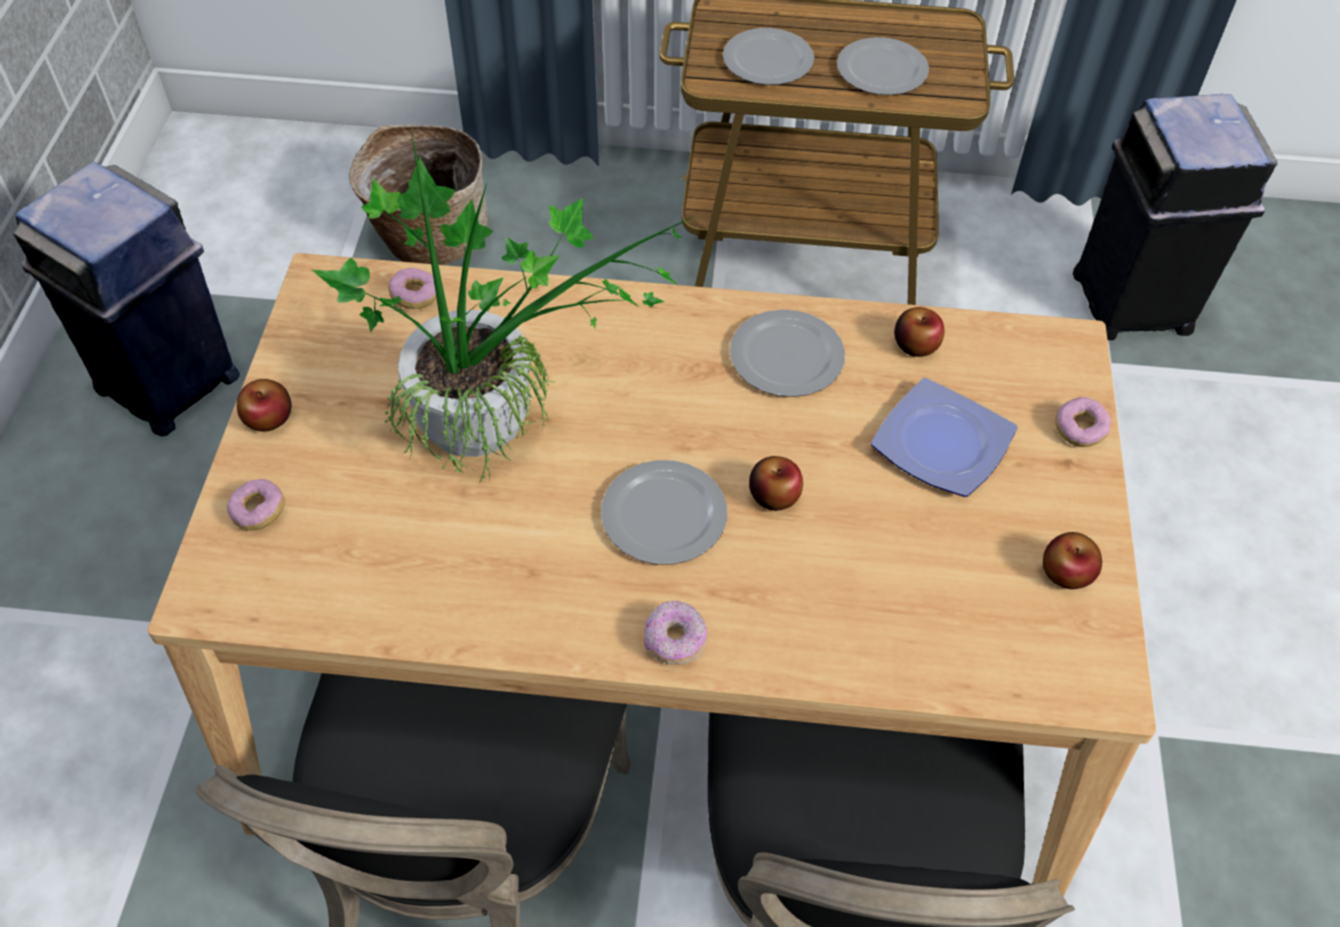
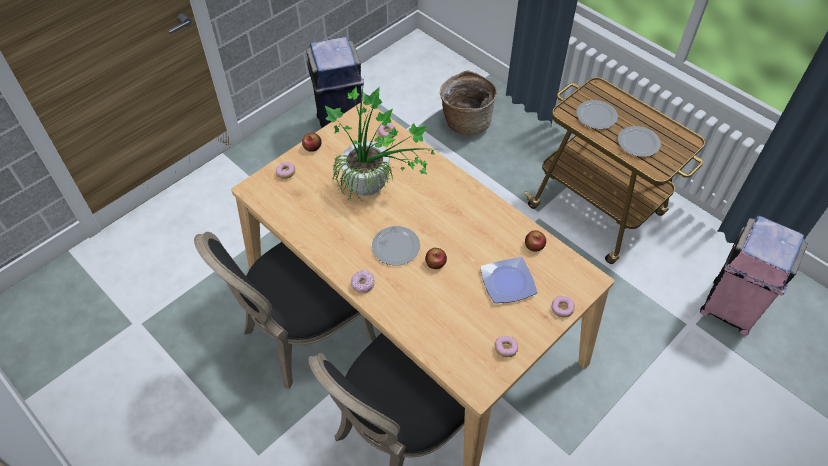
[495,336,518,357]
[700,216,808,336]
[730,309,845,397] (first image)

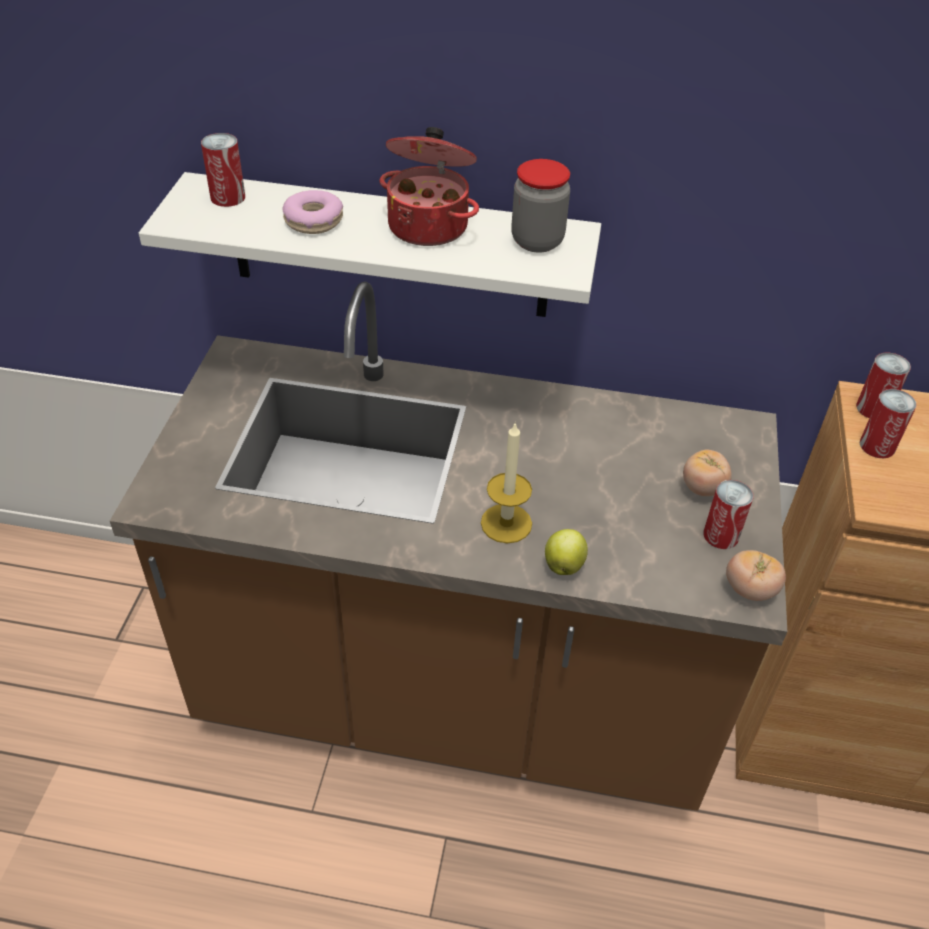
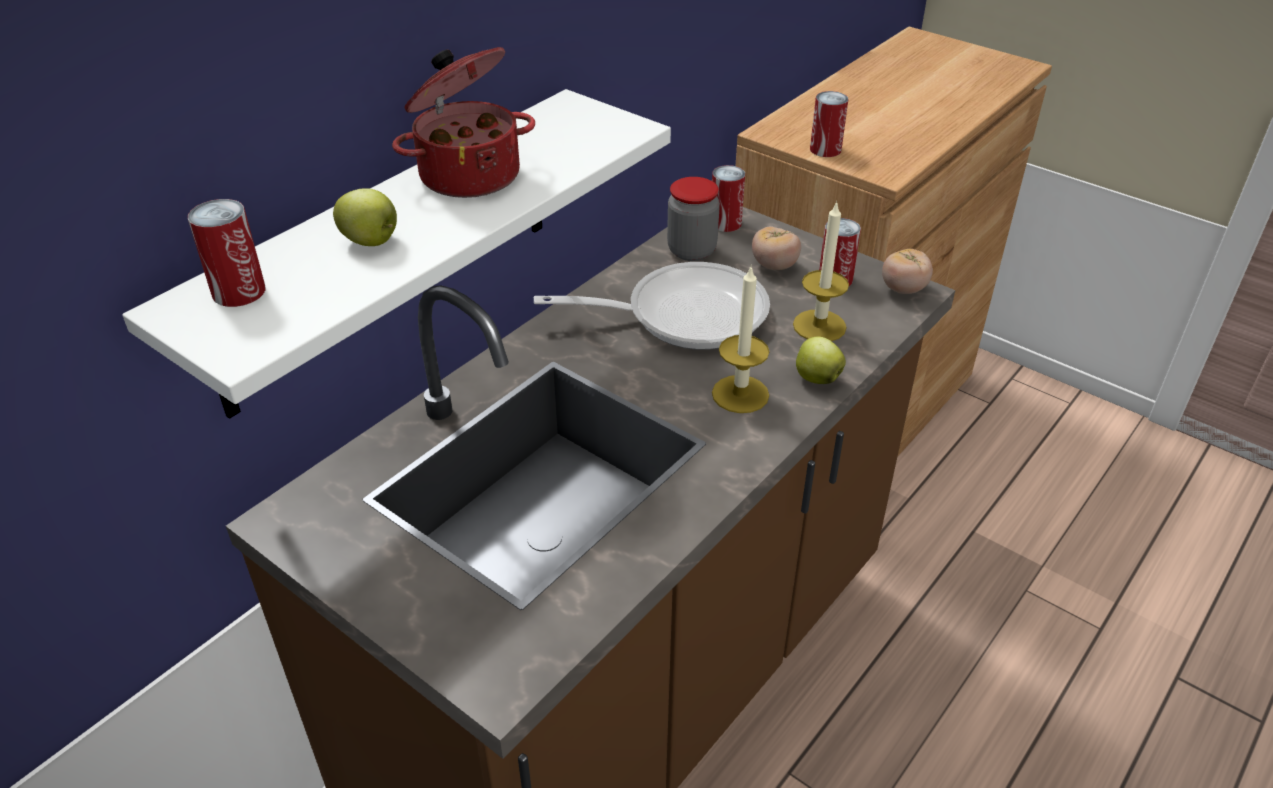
[333,188,397,246]
[534,262,770,350]
[667,177,720,261]
[712,165,745,232]
[793,201,849,341]

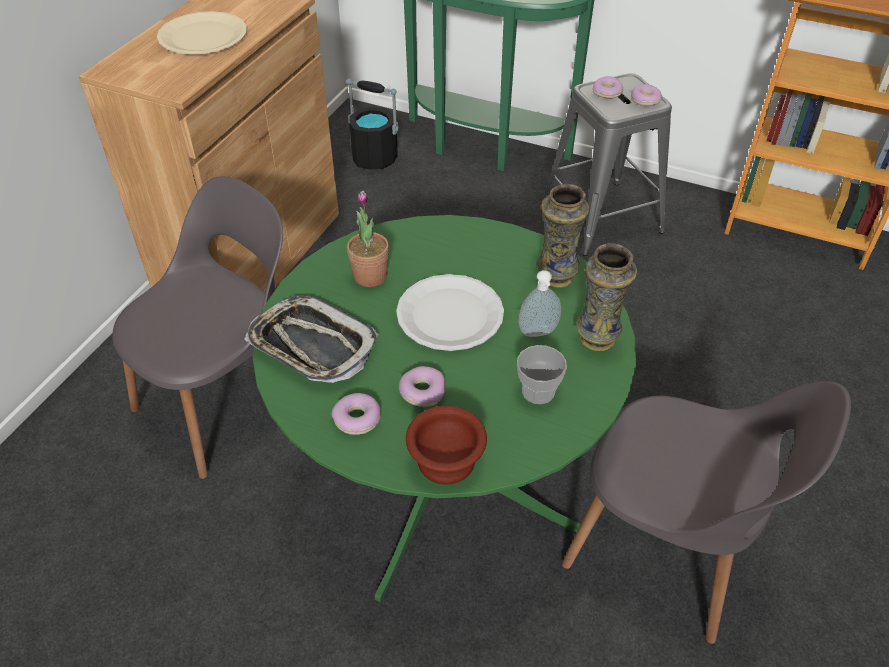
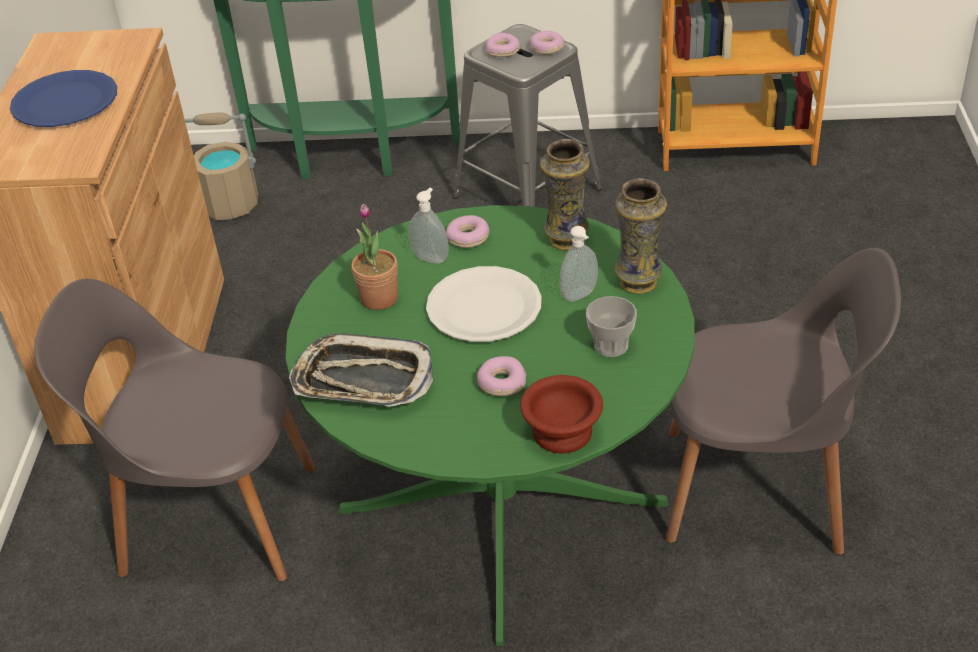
[10,70,117,127]
[34,279,315,581]
[185,113,258,220]
[409,187,449,264]
[446,215,490,248]

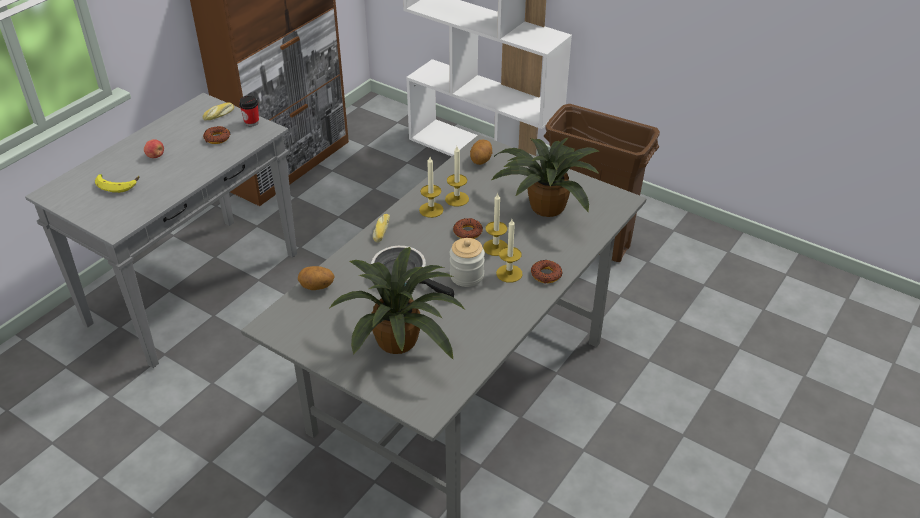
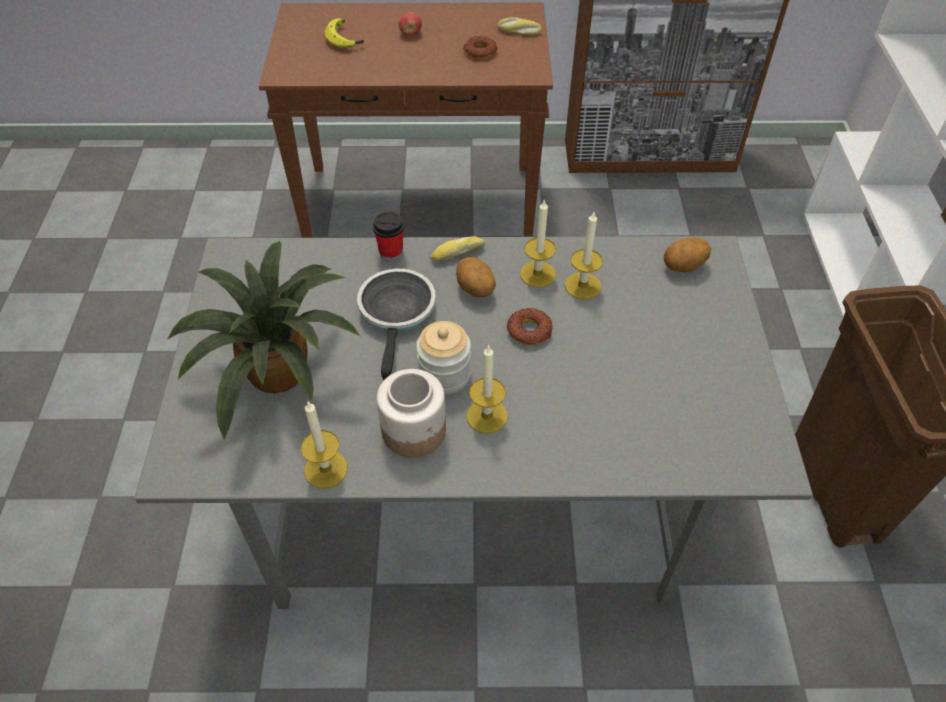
[259,2,553,238]
[301,402,348,488]
[373,211,404,261]
[377,369,446,458]
[456,257,496,297]
[492,137,599,217] (first image)
[531,260,562,284] (first image)

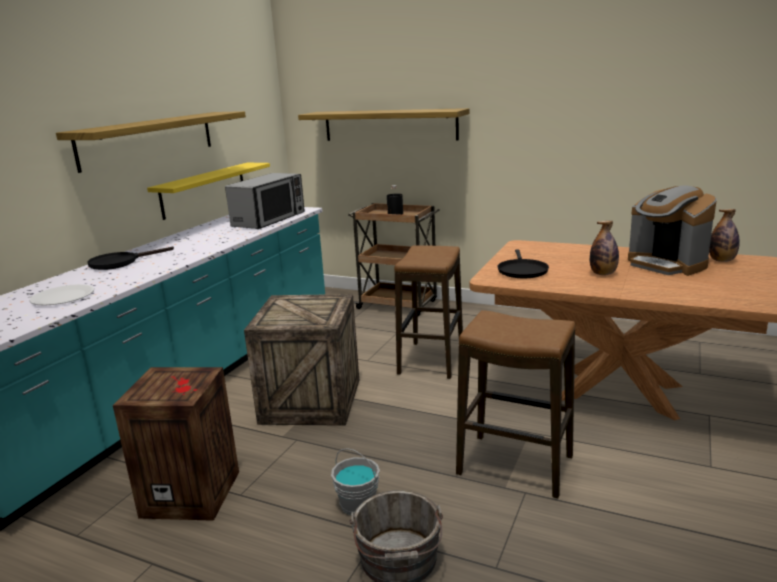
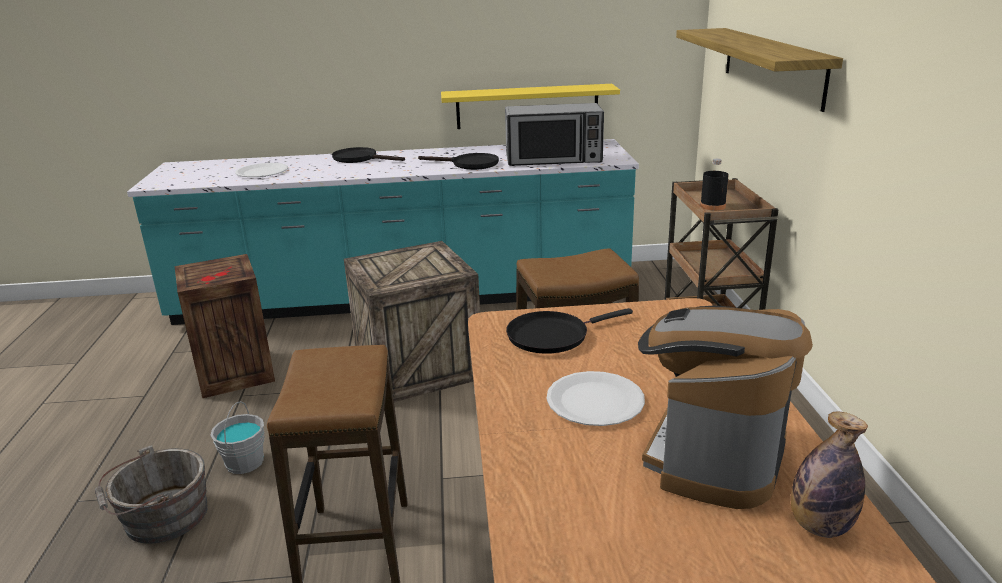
[418,153,499,170]
[547,371,645,426]
[56,111,246,173] (first image)

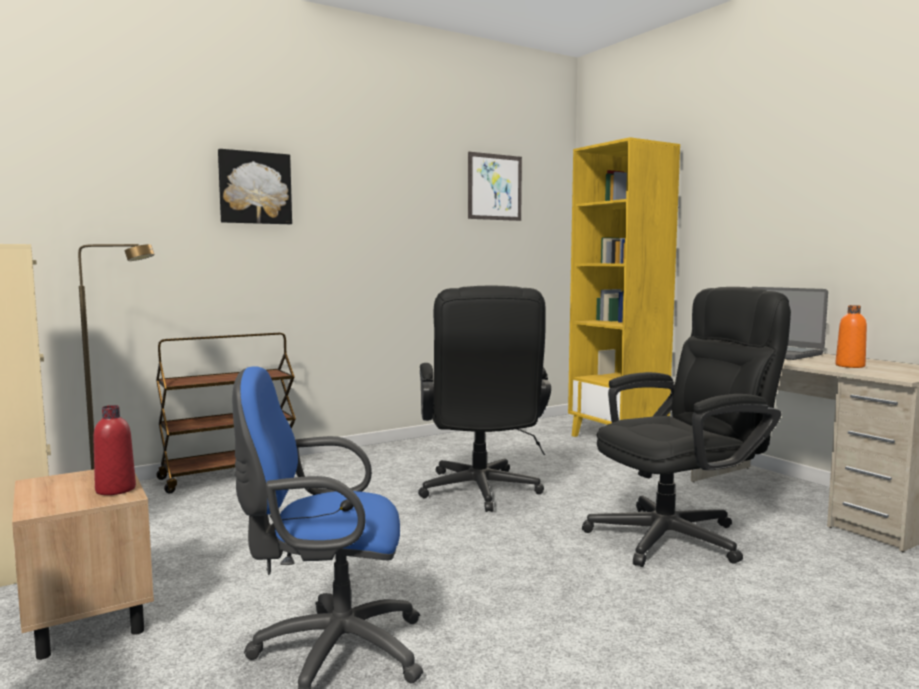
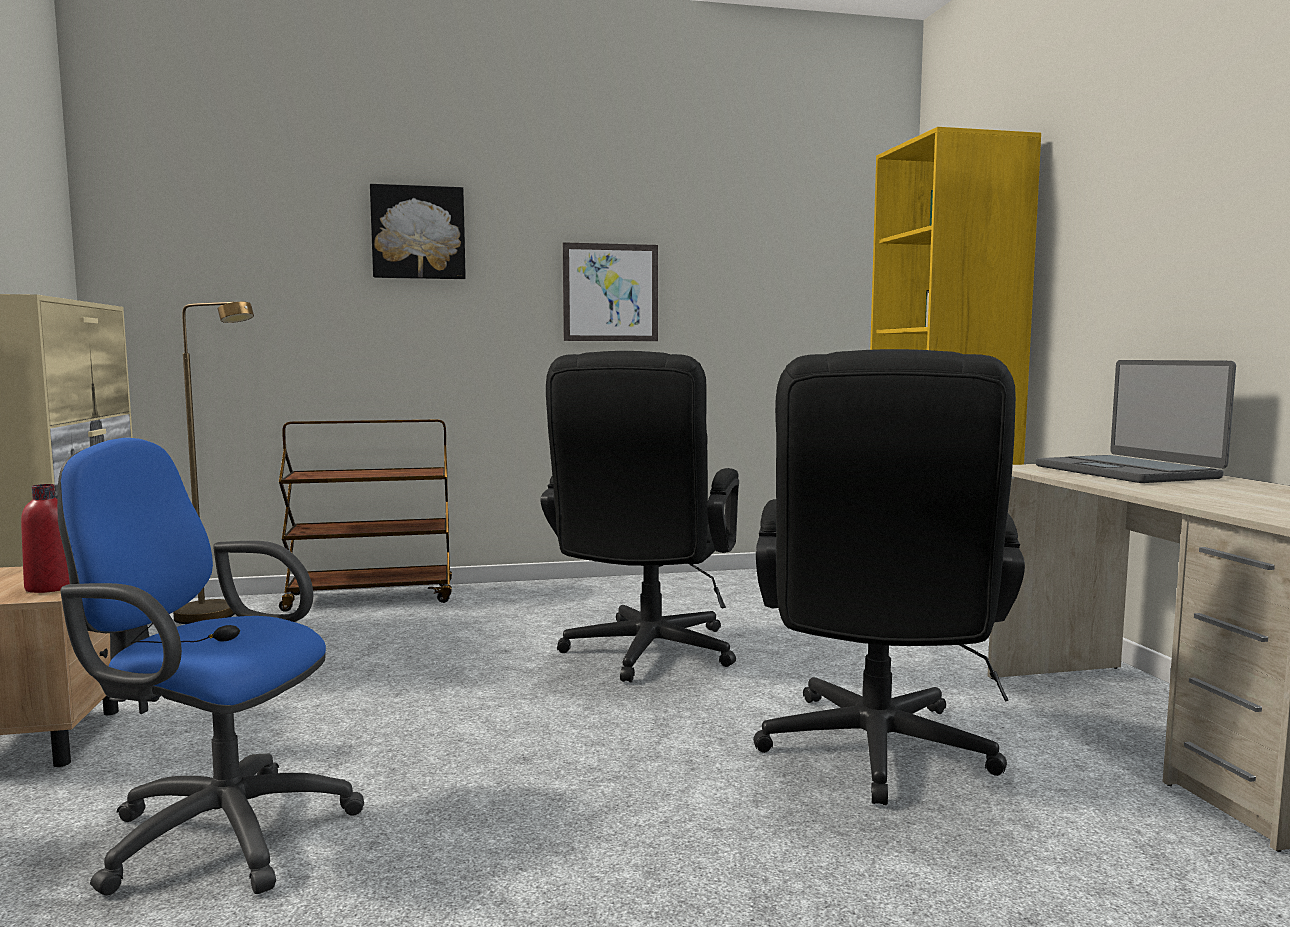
[563,242,658,341]
[753,349,1025,805]
[835,305,867,368] (first image)

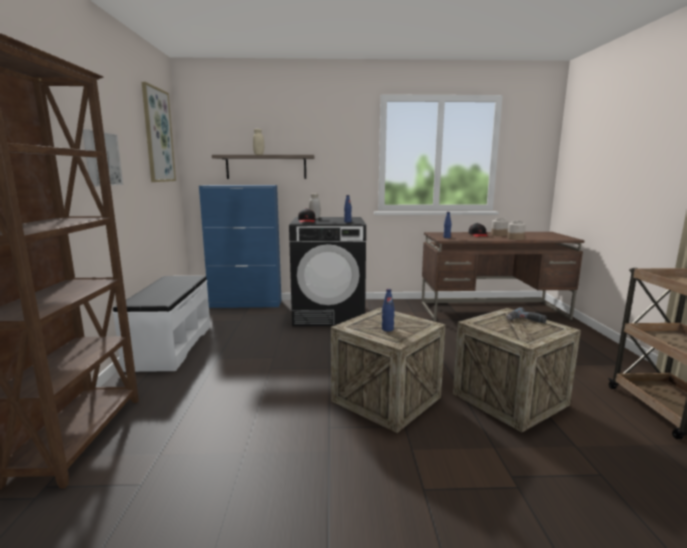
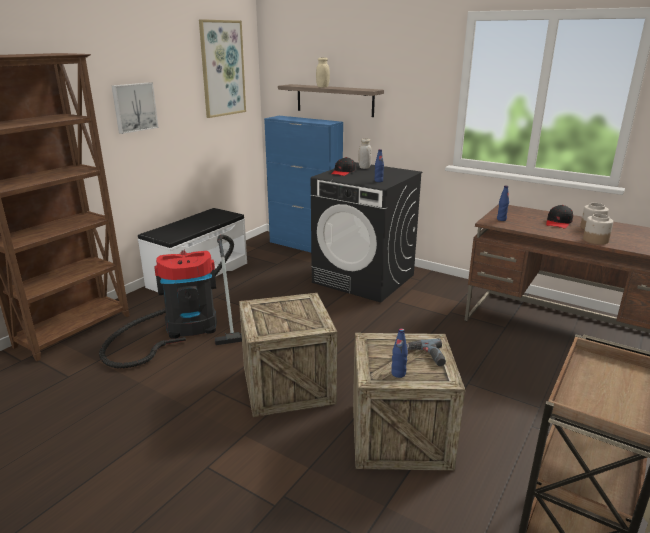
[99,235,242,368]
[391,328,408,378]

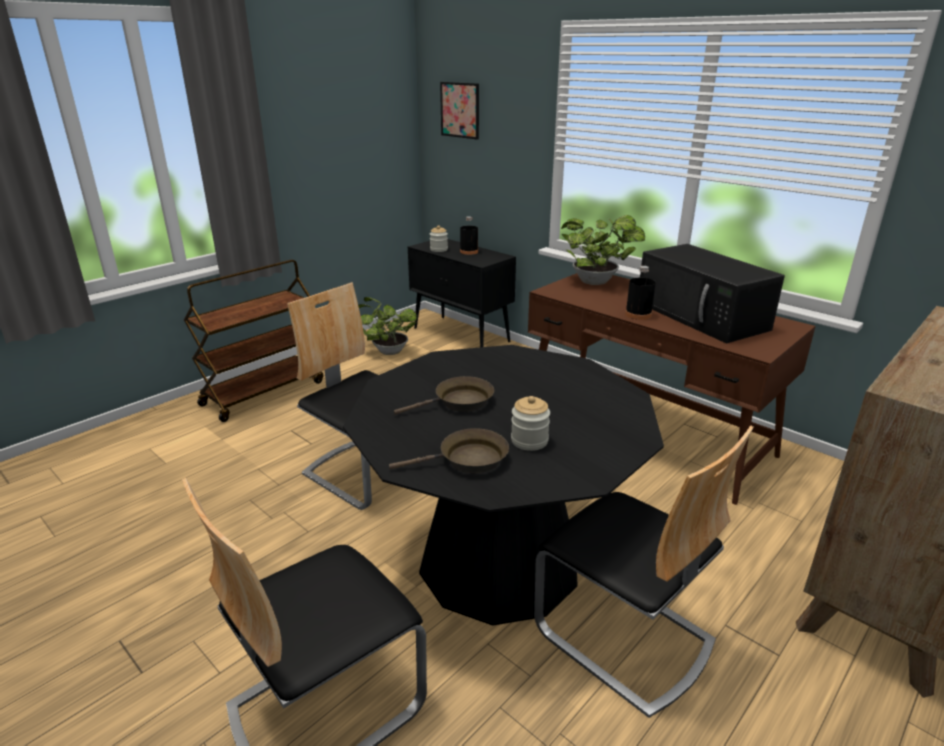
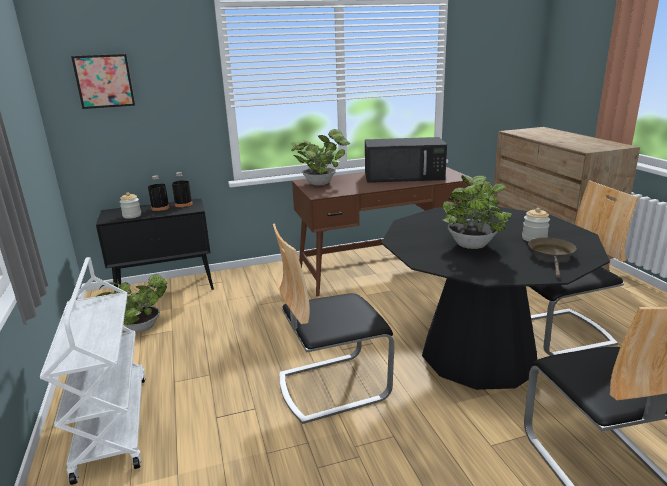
[40,257,145,485]
[172,172,192,207]
[442,175,512,249]

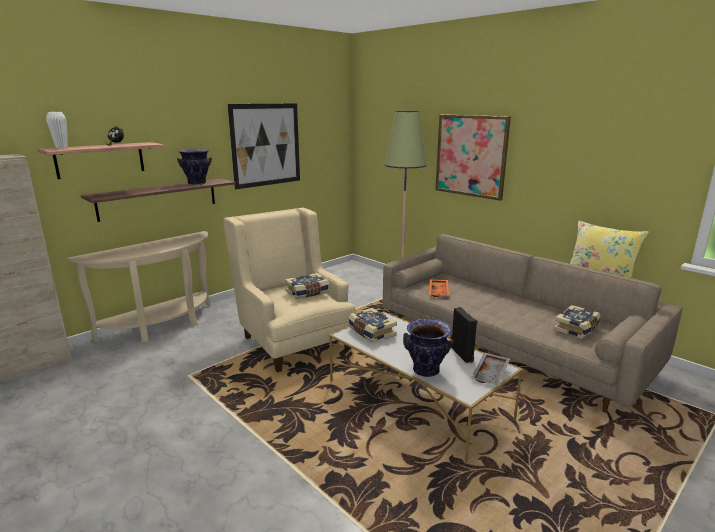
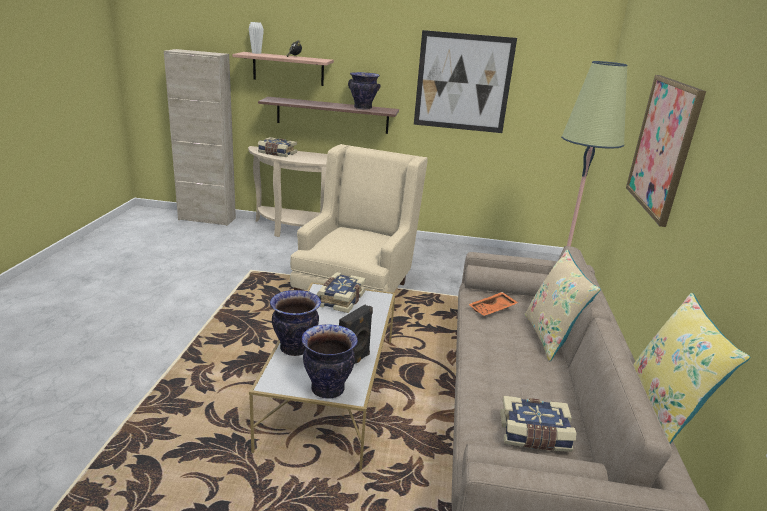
[258,137,297,157]
[302,324,358,399]
[525,250,601,361]

